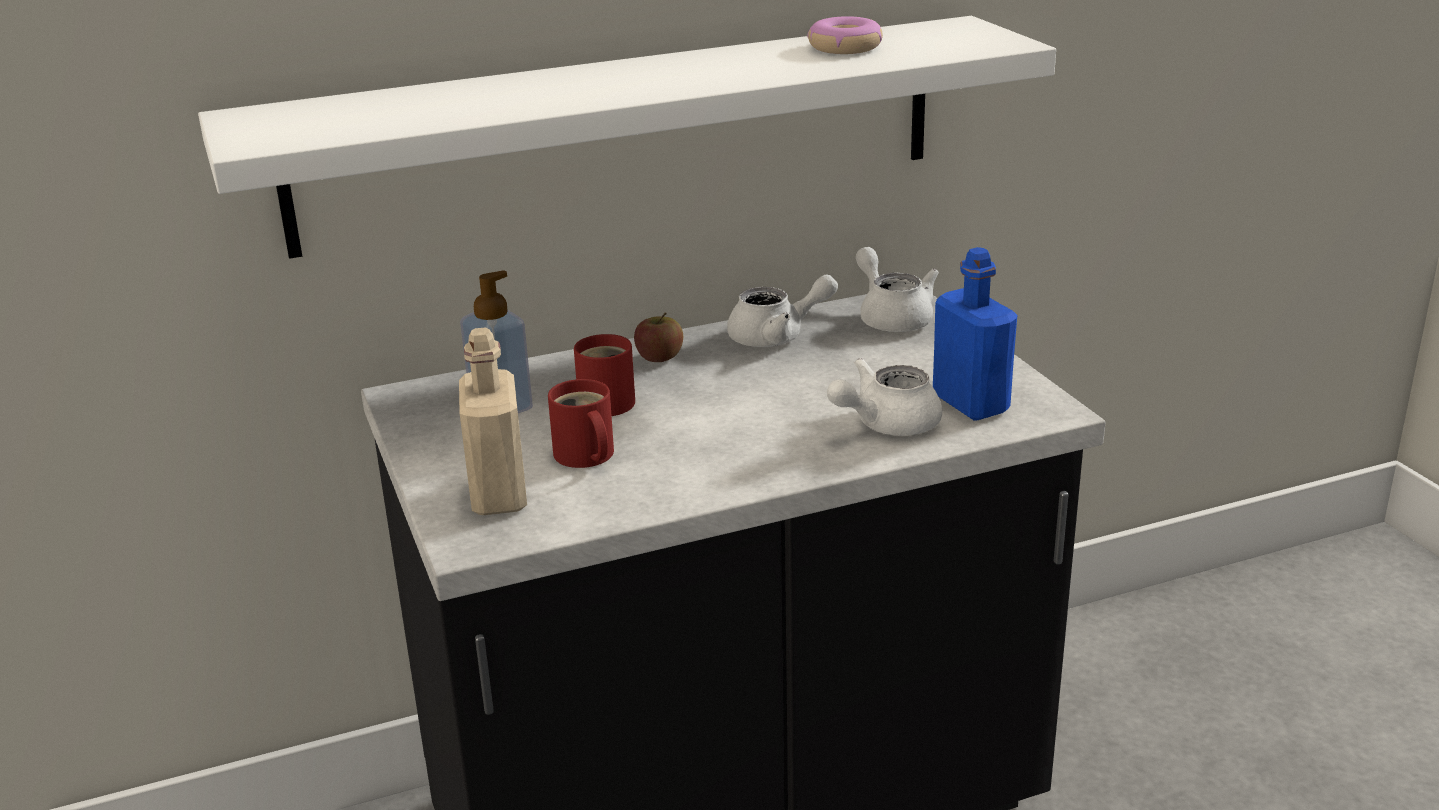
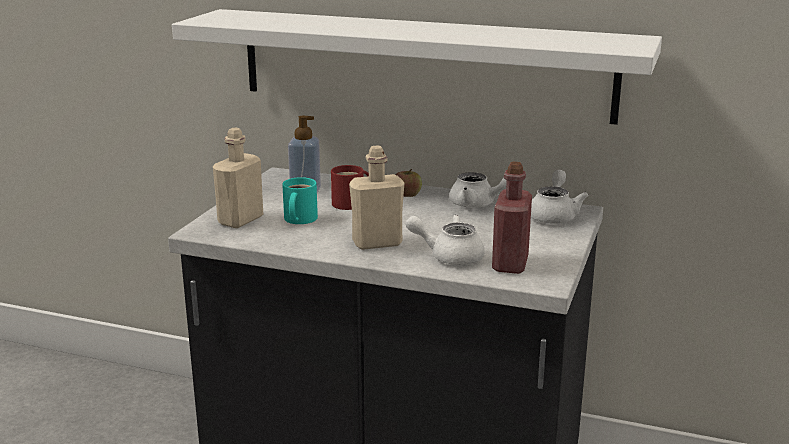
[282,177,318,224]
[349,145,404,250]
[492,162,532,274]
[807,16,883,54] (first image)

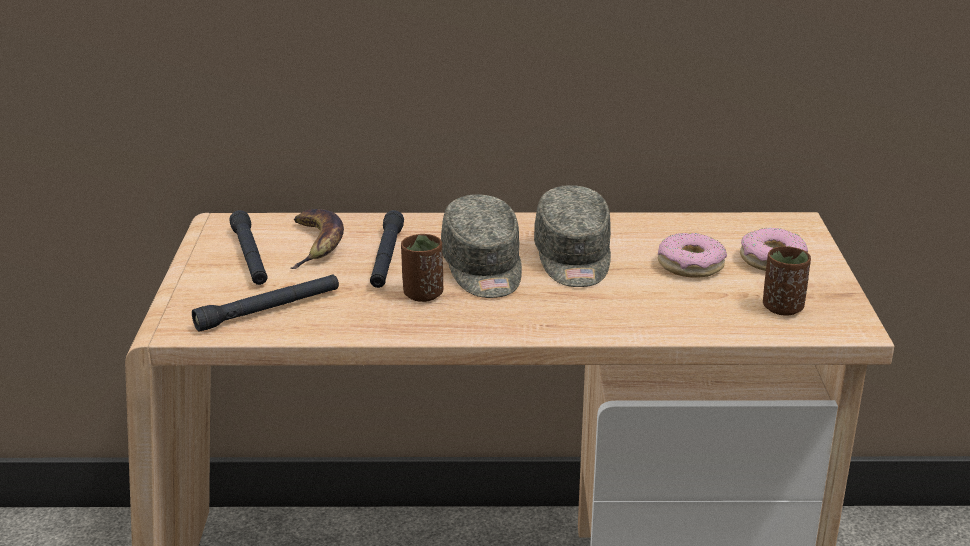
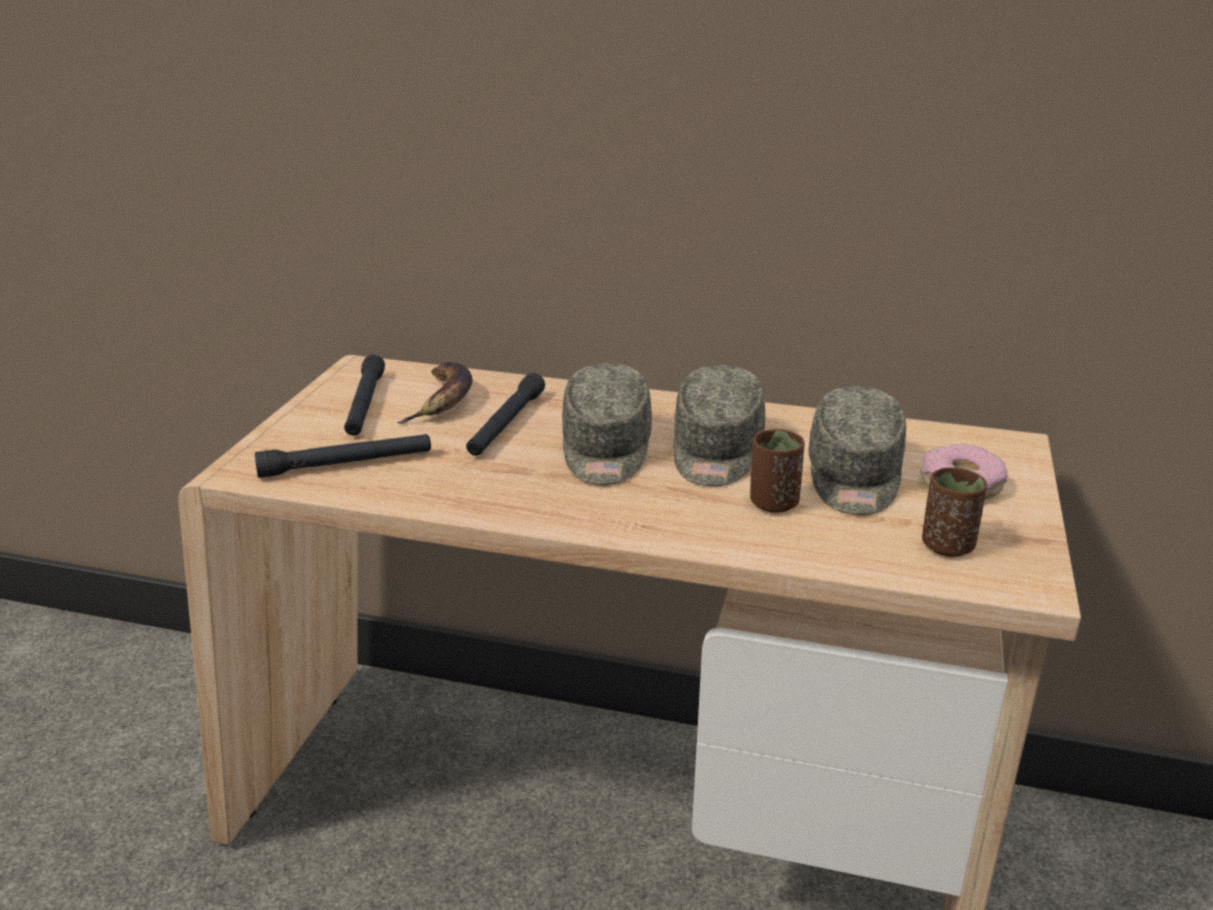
[750,429,805,513]
[808,386,906,515]

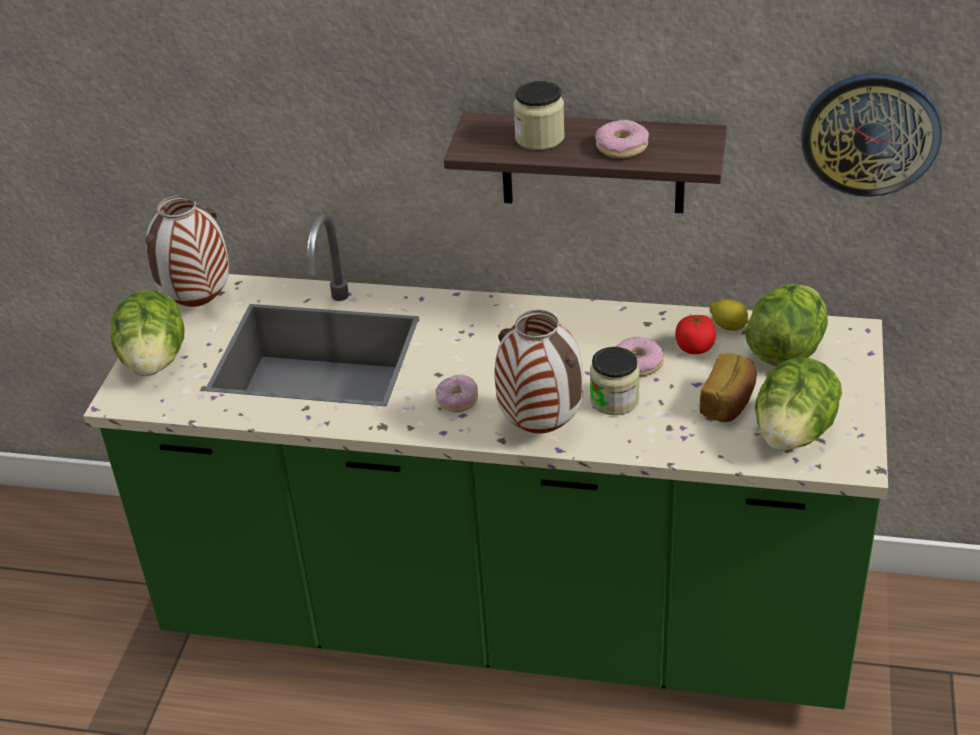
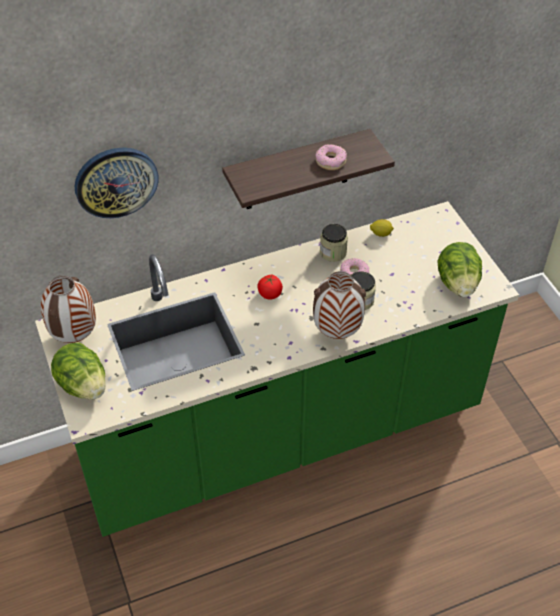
[75,148,159,218]
[258,275,283,300]
[320,224,348,262]
[436,374,478,413] (first image)
[699,353,757,422] (first image)
[745,284,828,366] (first image)

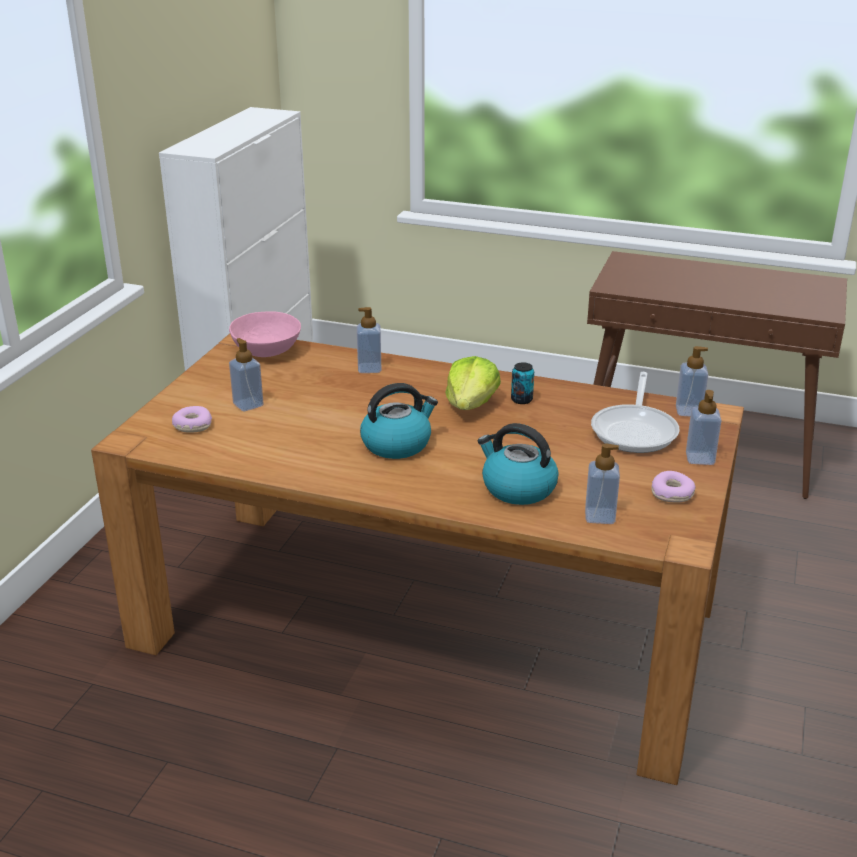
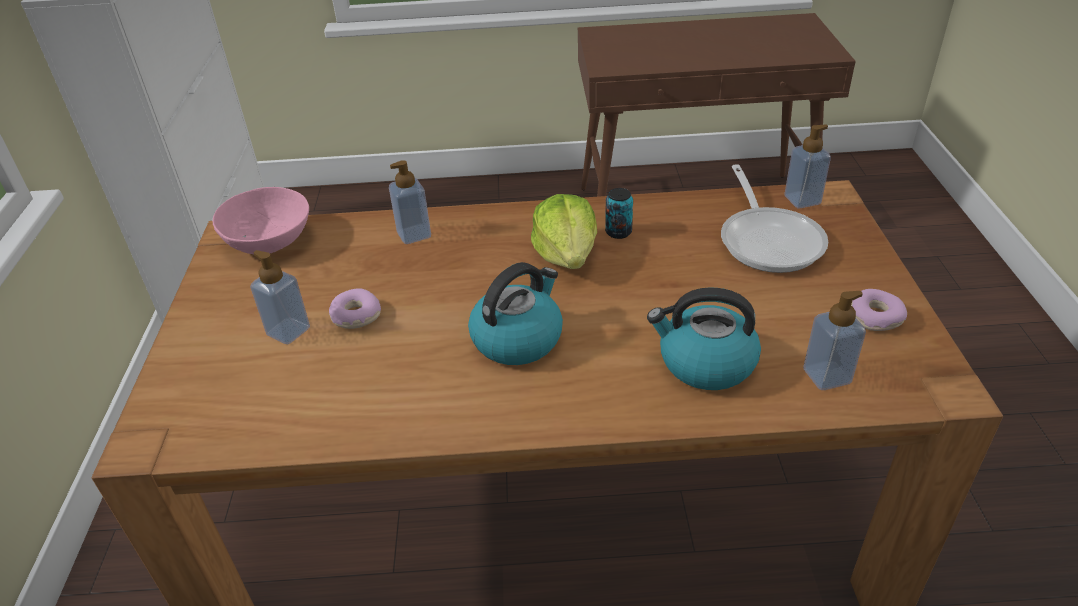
[329,288,381,329]
[686,390,721,465] (first image)

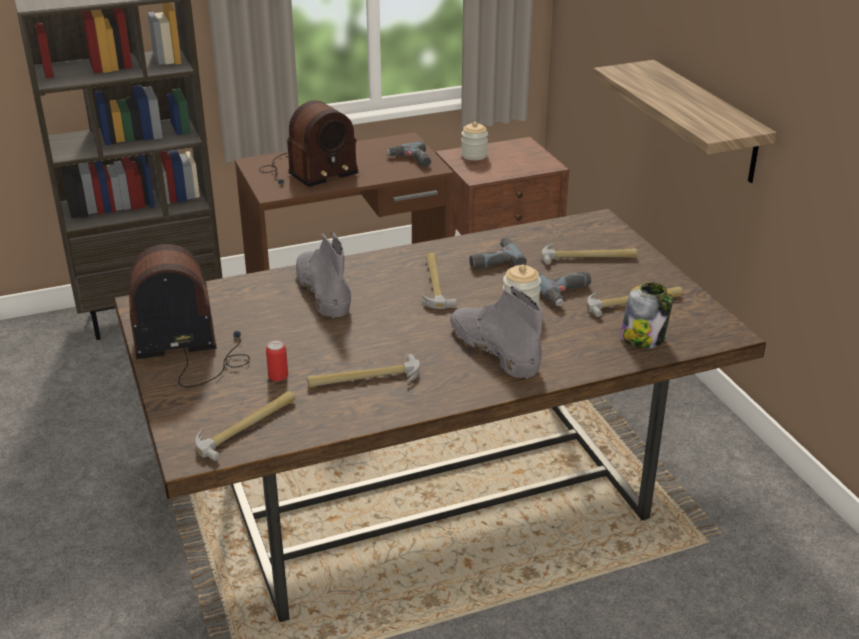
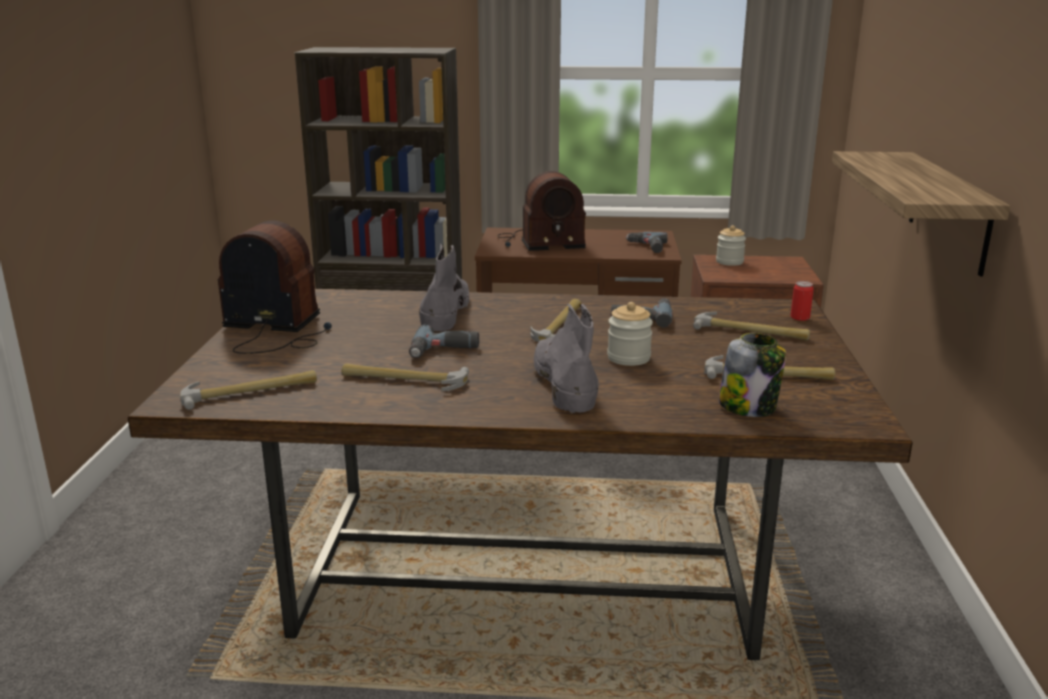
[409,324,479,358]
[790,281,814,321]

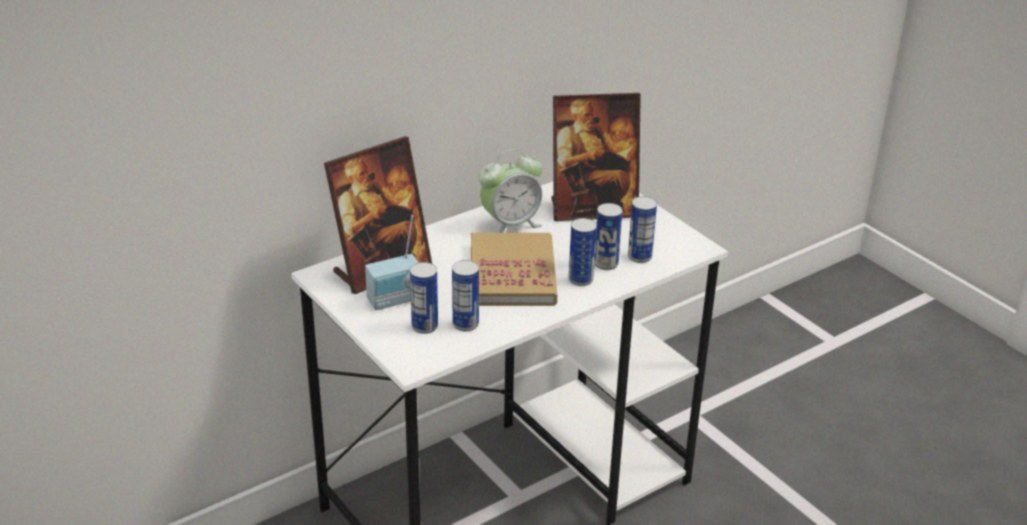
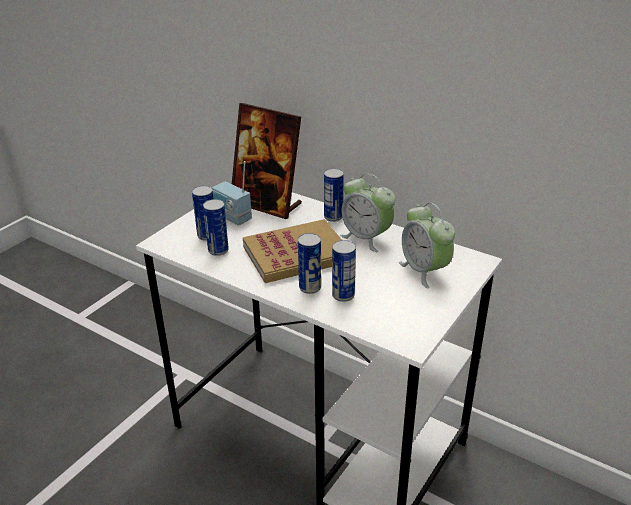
[324,168,344,222]
[399,203,455,288]

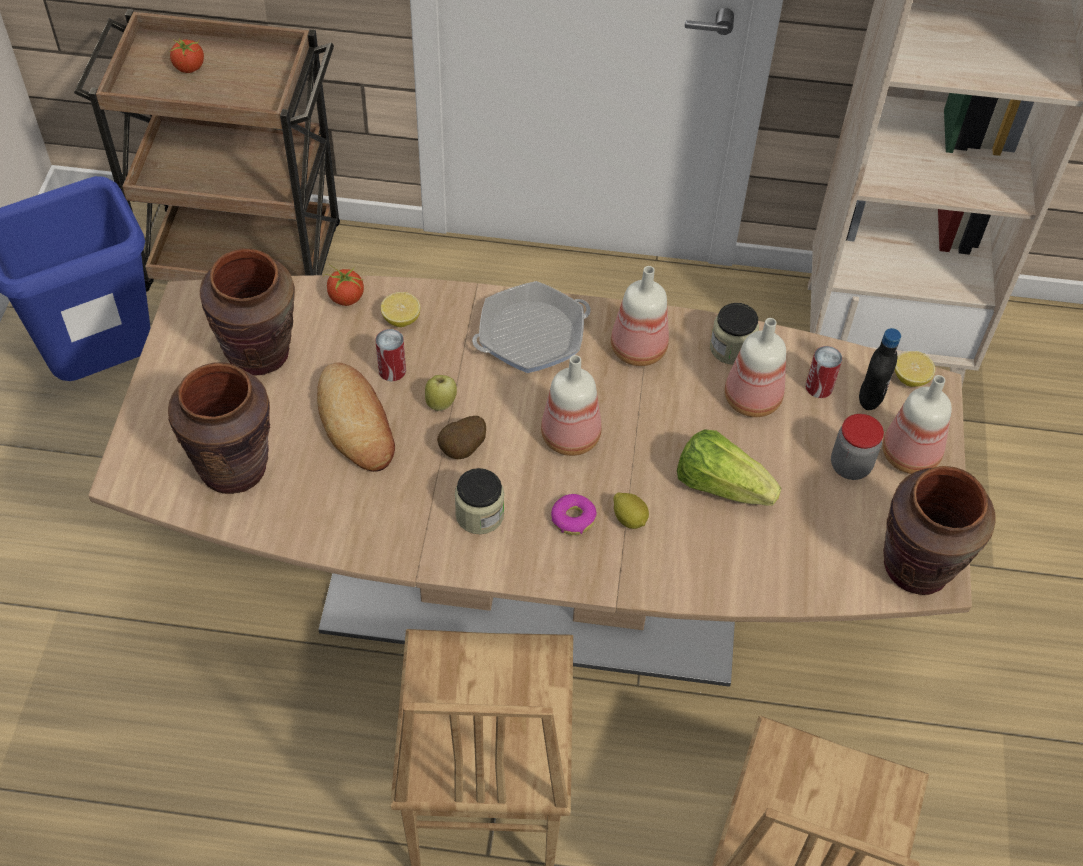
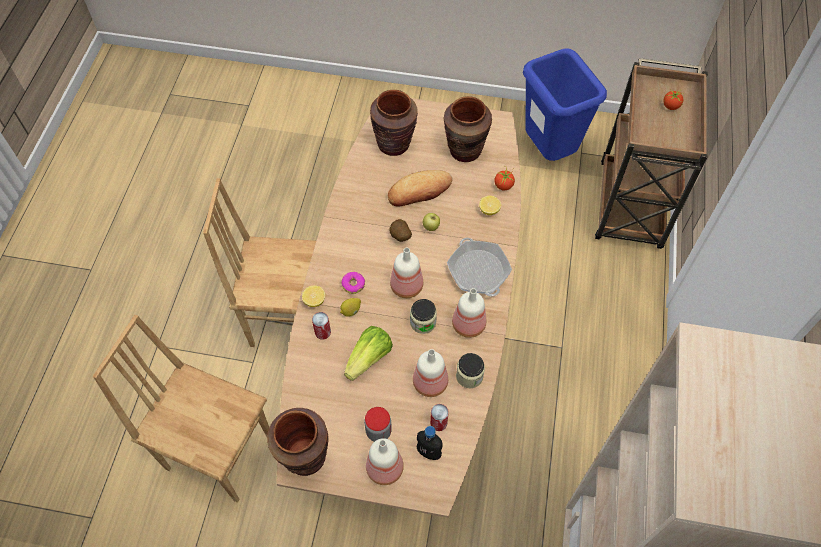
[302,285,325,307]
[312,312,331,340]
[410,299,437,334]

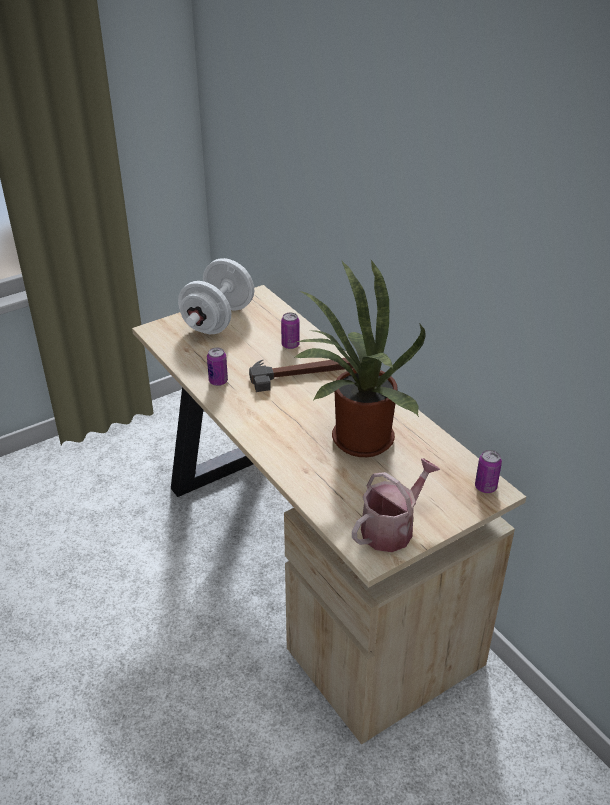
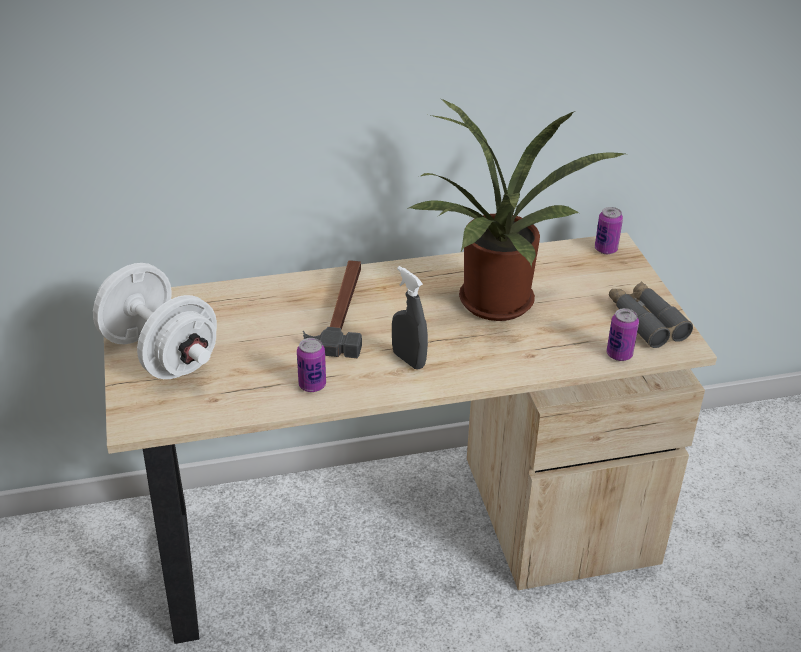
[392,266,428,369]
[607,308,639,361]
[609,281,693,348]

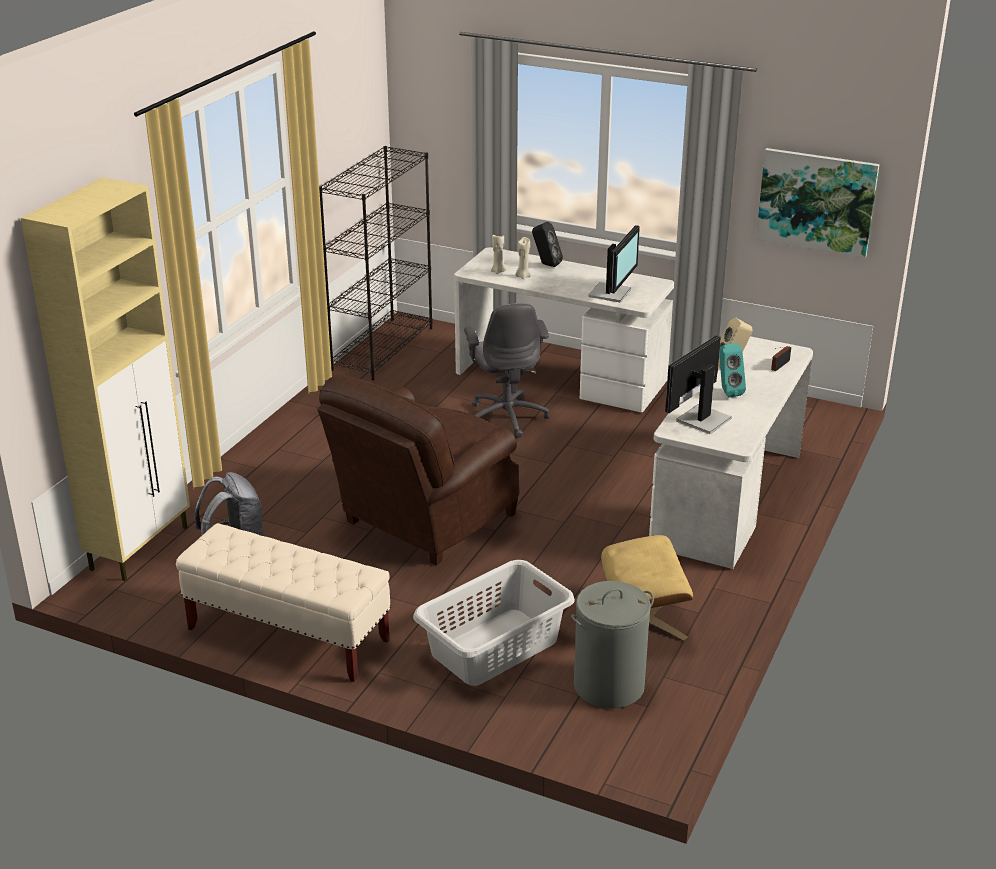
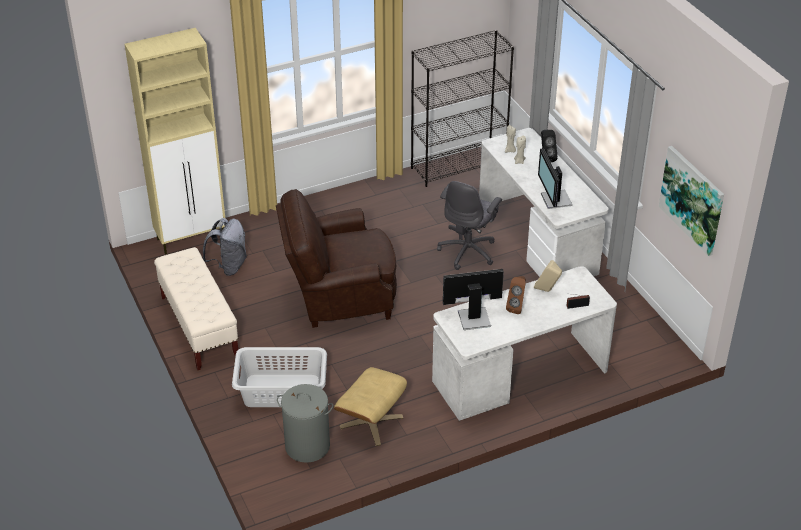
[506,276,526,314]
[538,148,572,209]

